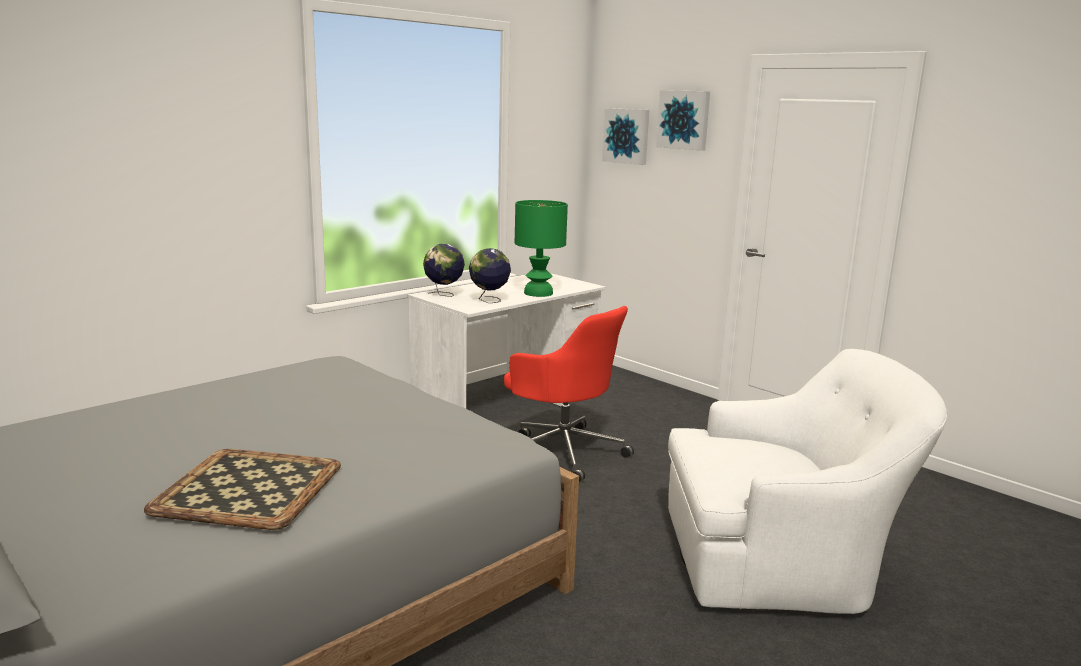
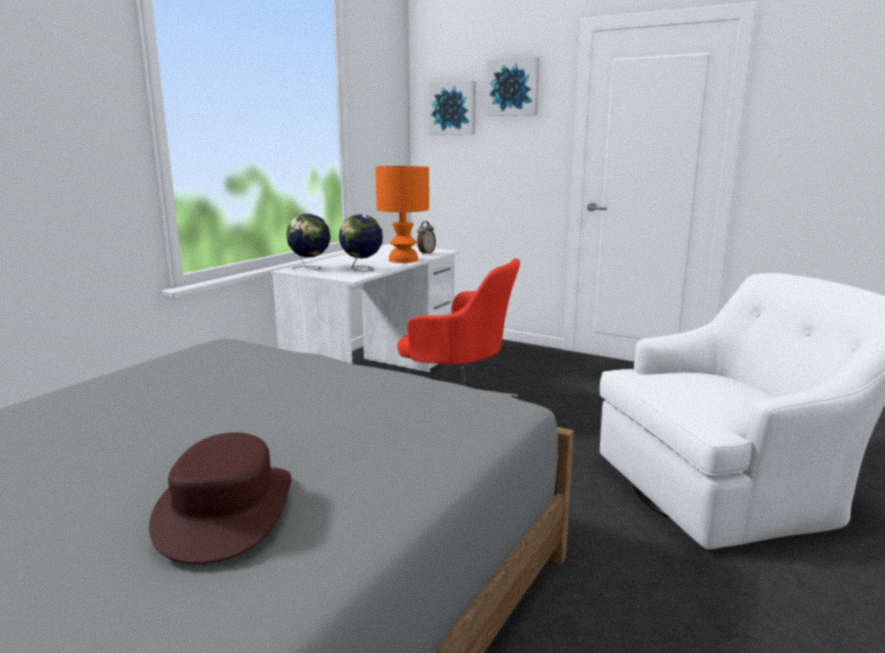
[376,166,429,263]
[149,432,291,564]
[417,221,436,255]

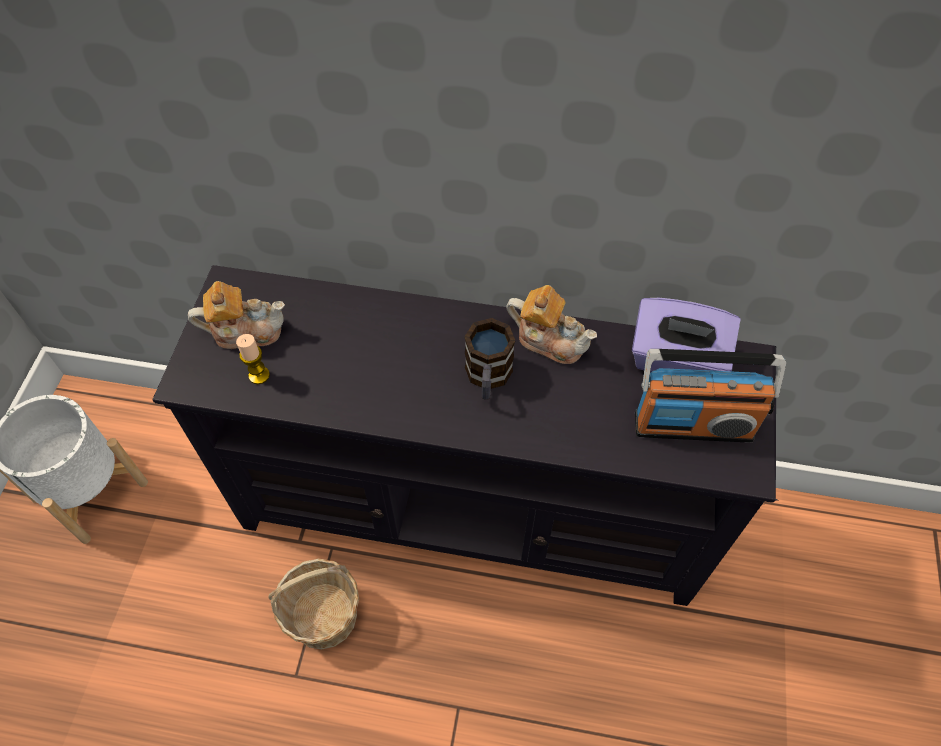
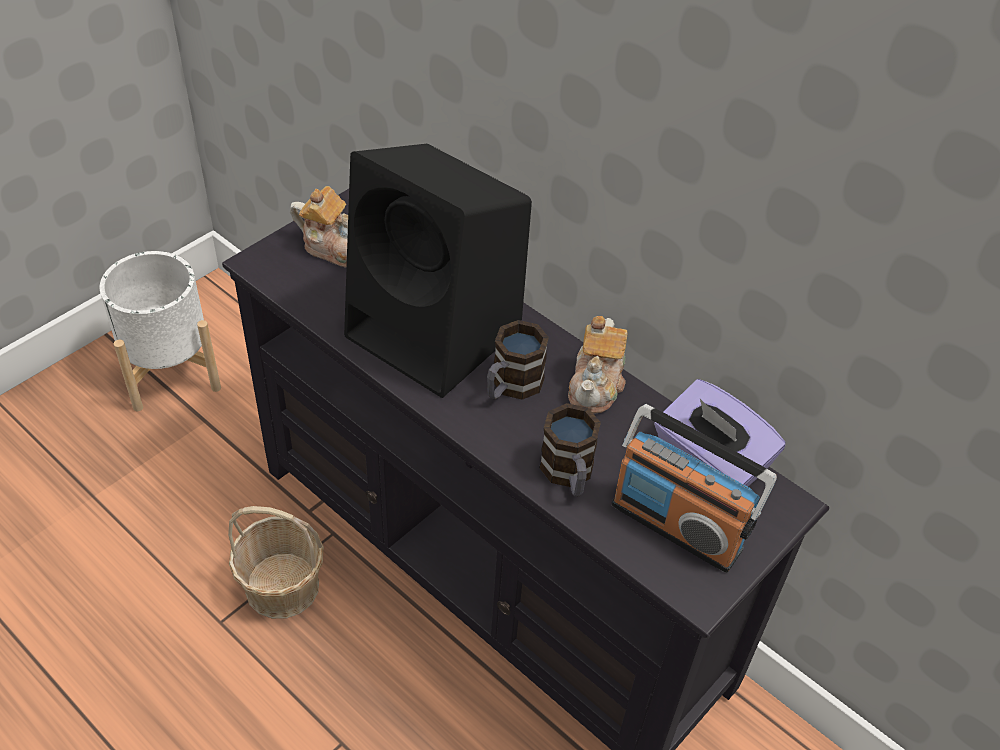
[568,316,627,414]
[236,334,270,384] (first image)
[344,144,532,398]
[539,403,601,497]

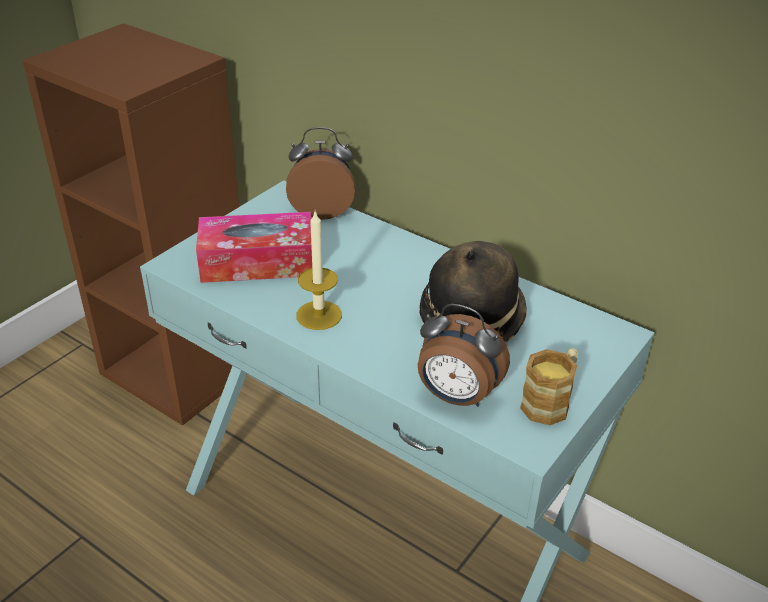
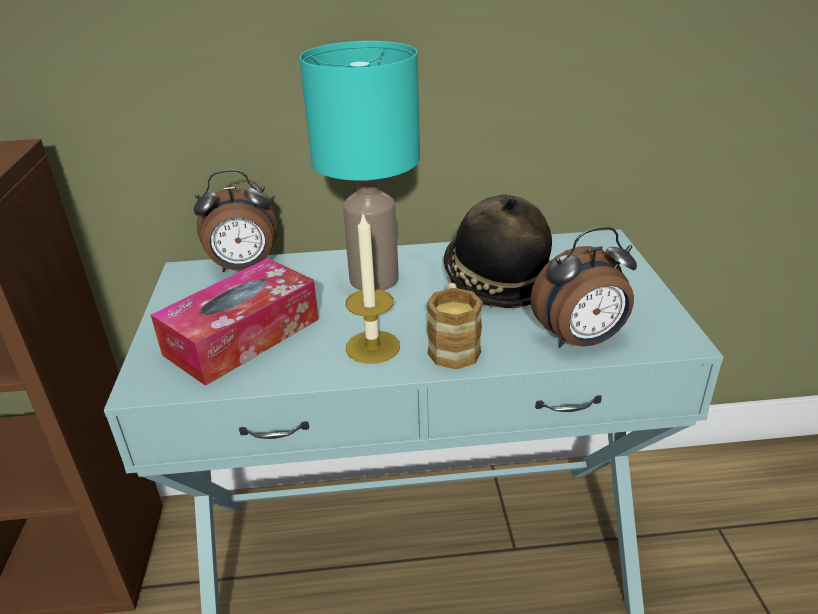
[194,170,278,272]
[426,283,483,369]
[300,41,420,290]

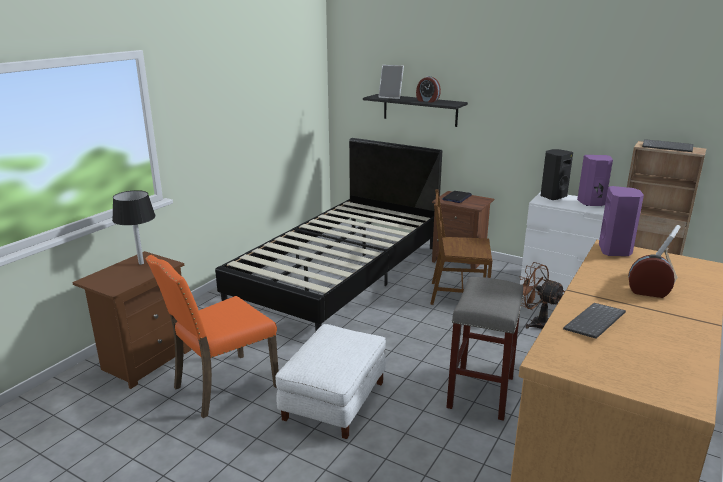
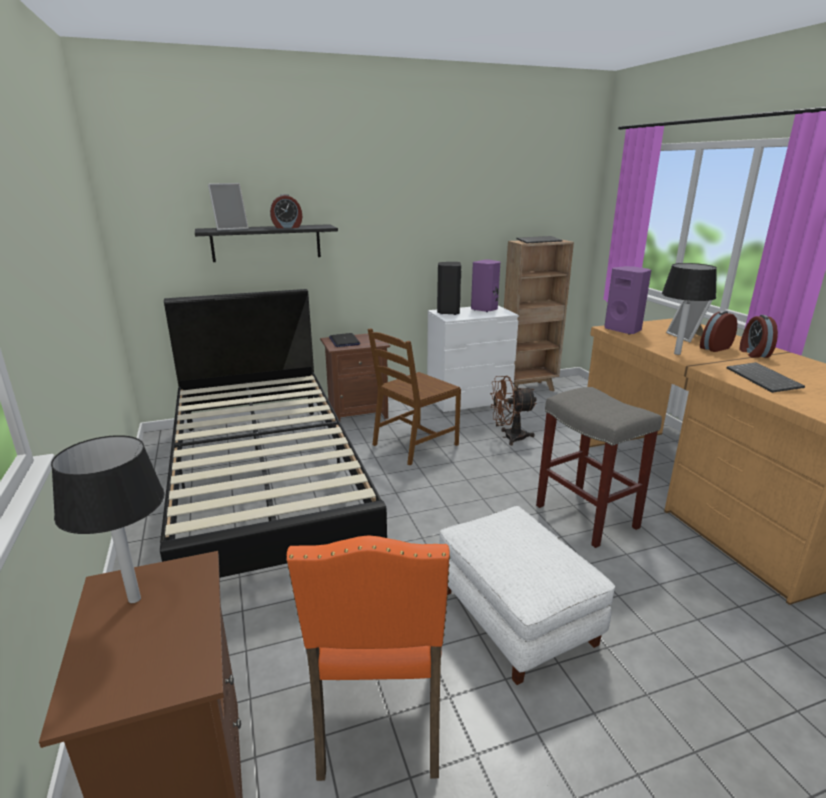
[662,263,717,355]
[739,315,778,358]

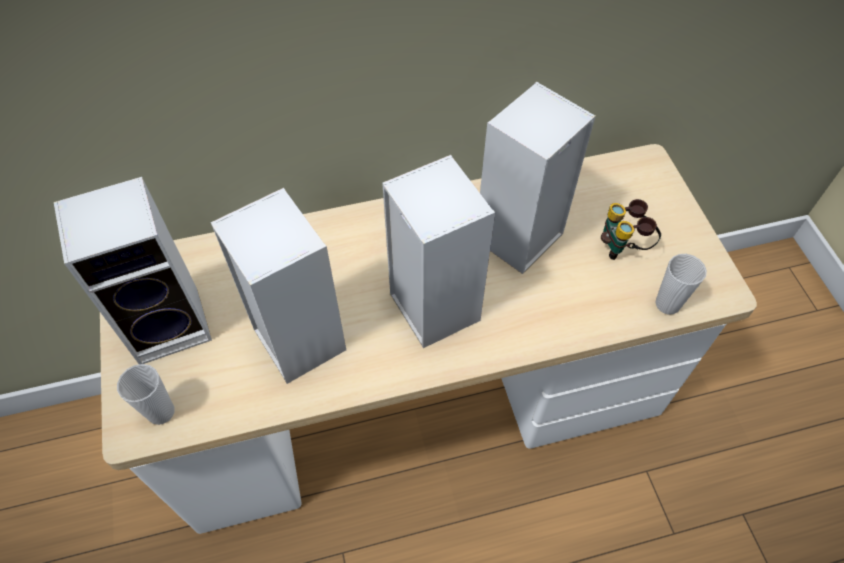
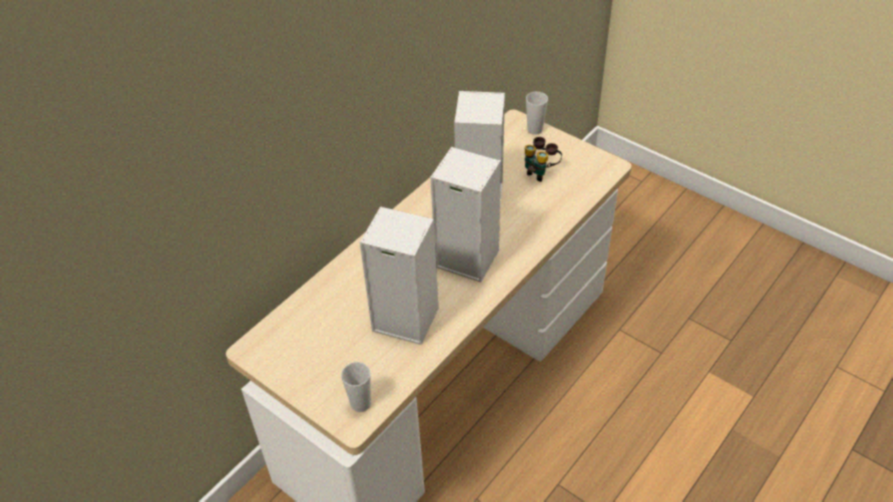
[54,177,212,364] (first image)
[526,92,548,135]

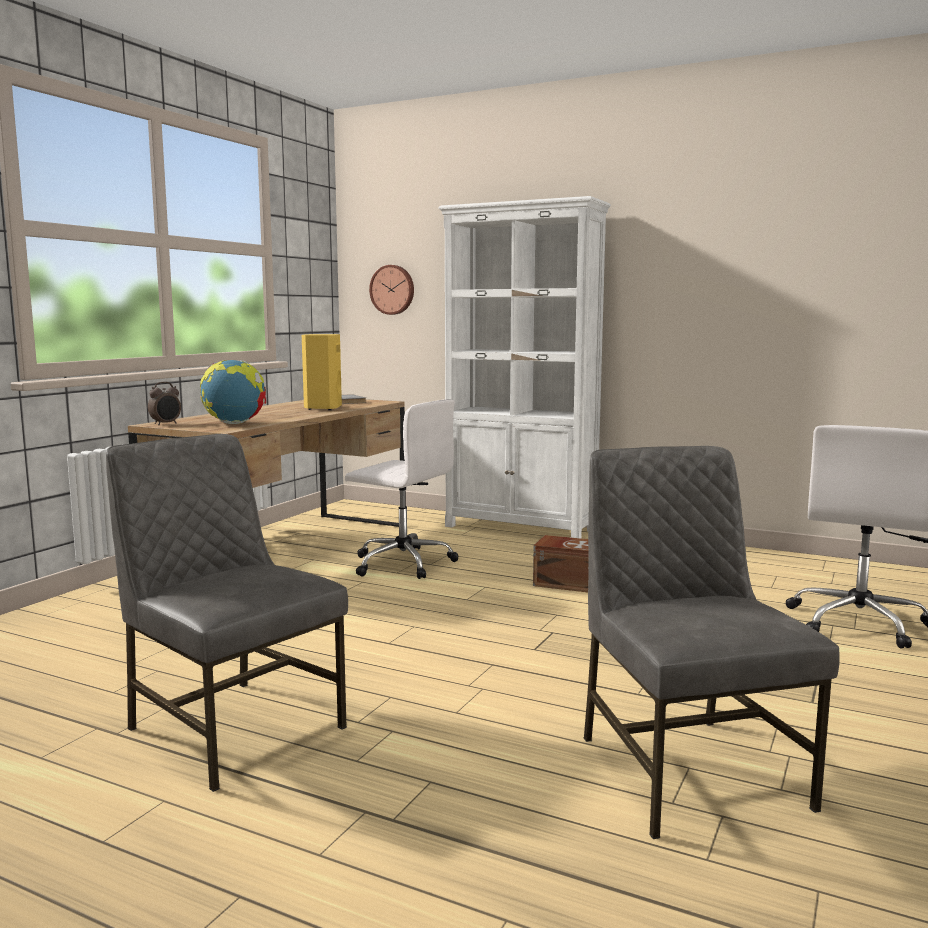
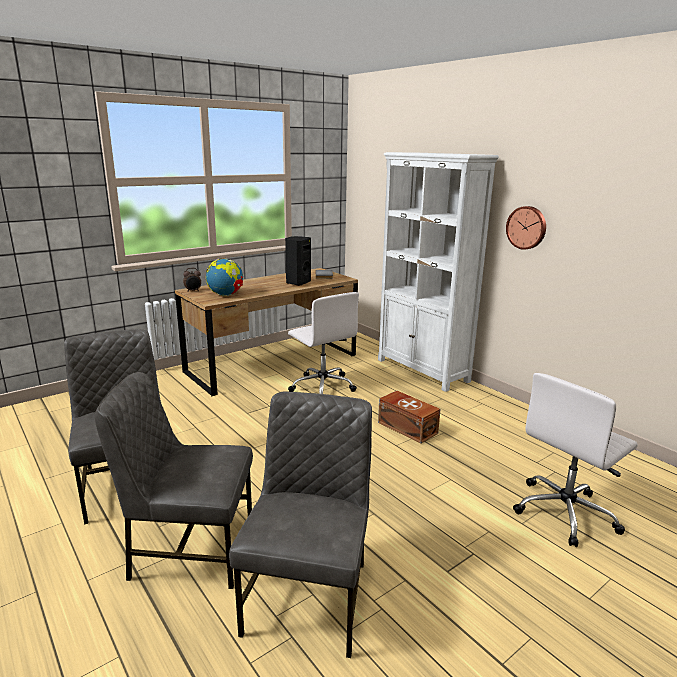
[506,206,546,250]
[285,236,311,286]
[95,372,253,589]

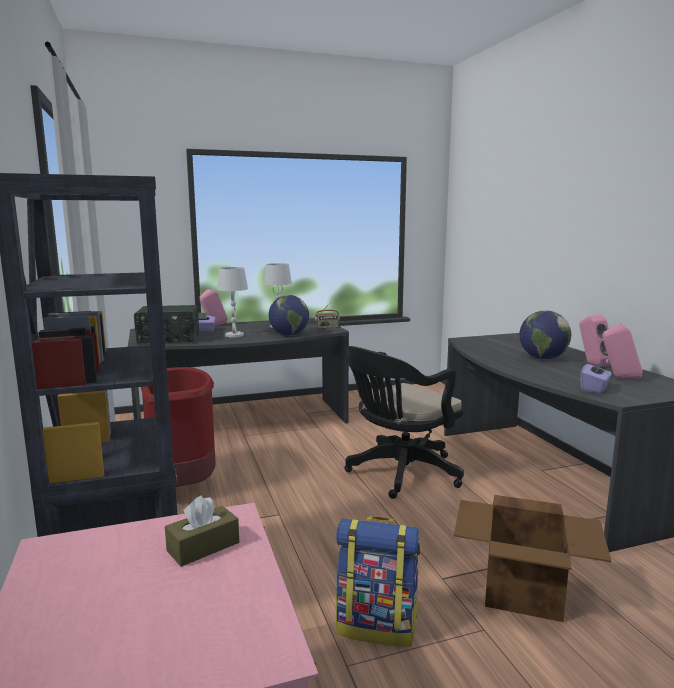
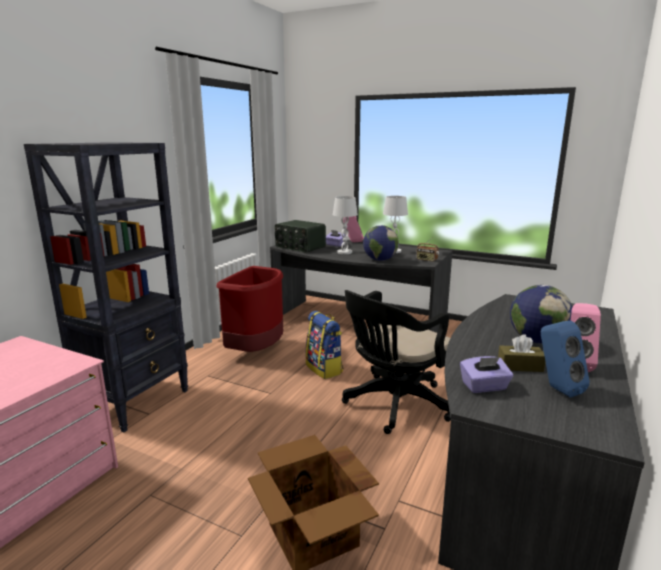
[541,321,590,398]
[342,290,451,434]
[498,334,546,372]
[306,311,343,379]

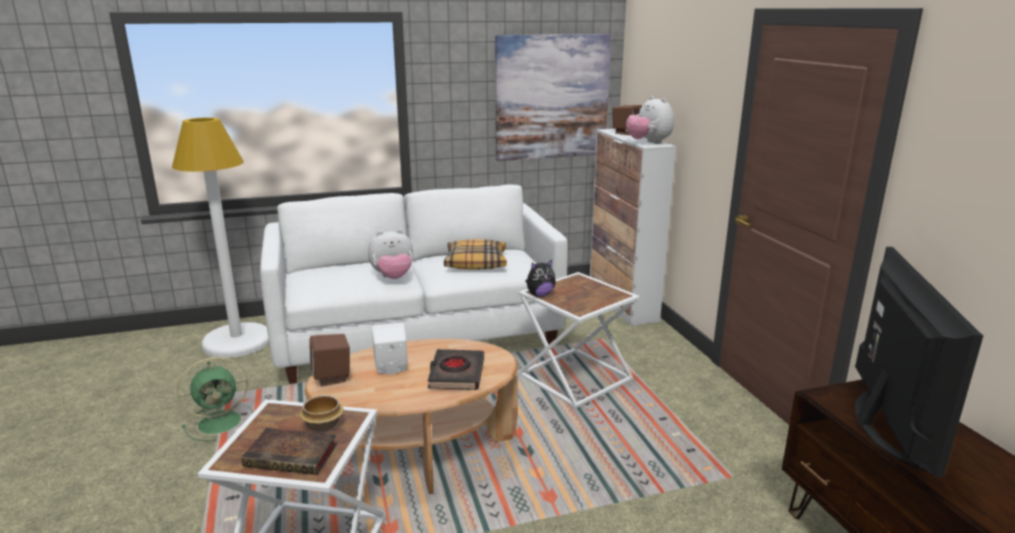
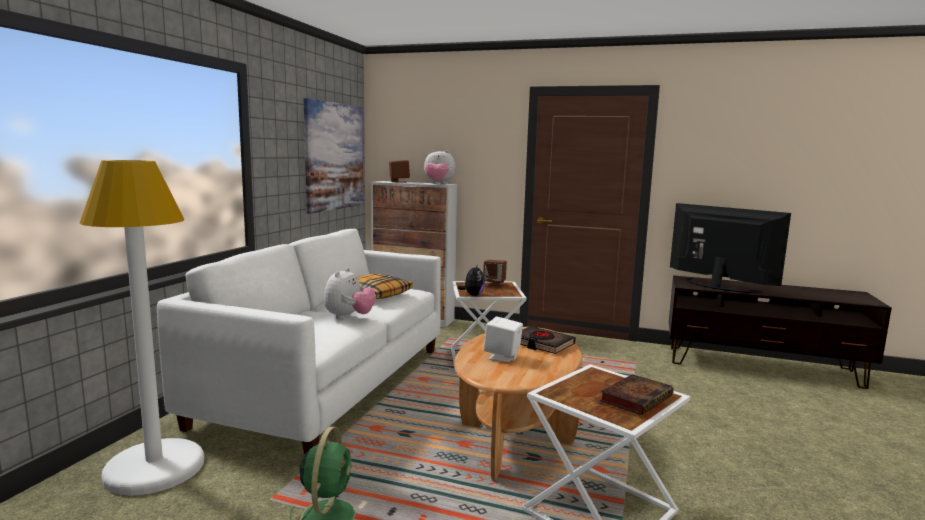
[483,260,507,288]
[299,395,343,432] (first image)

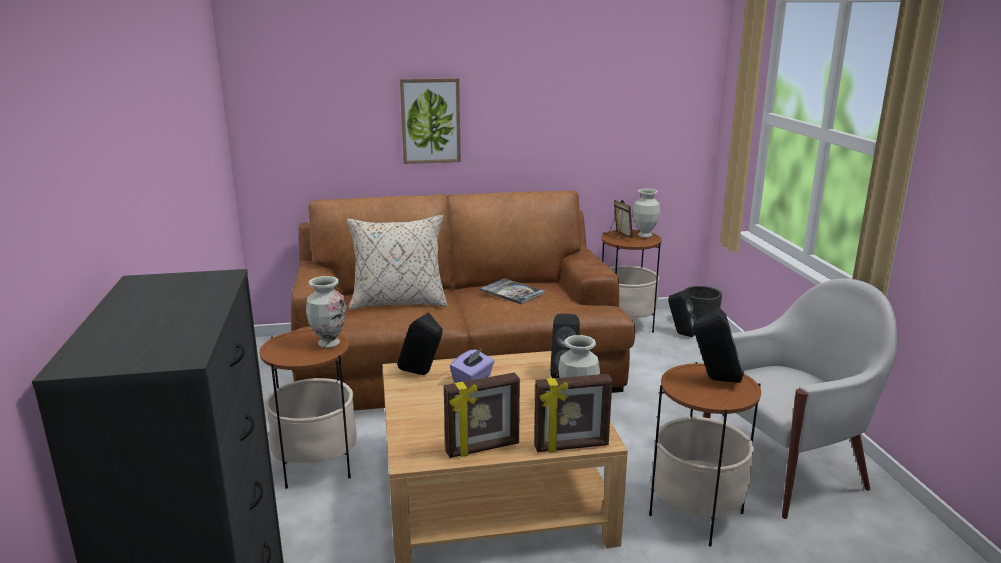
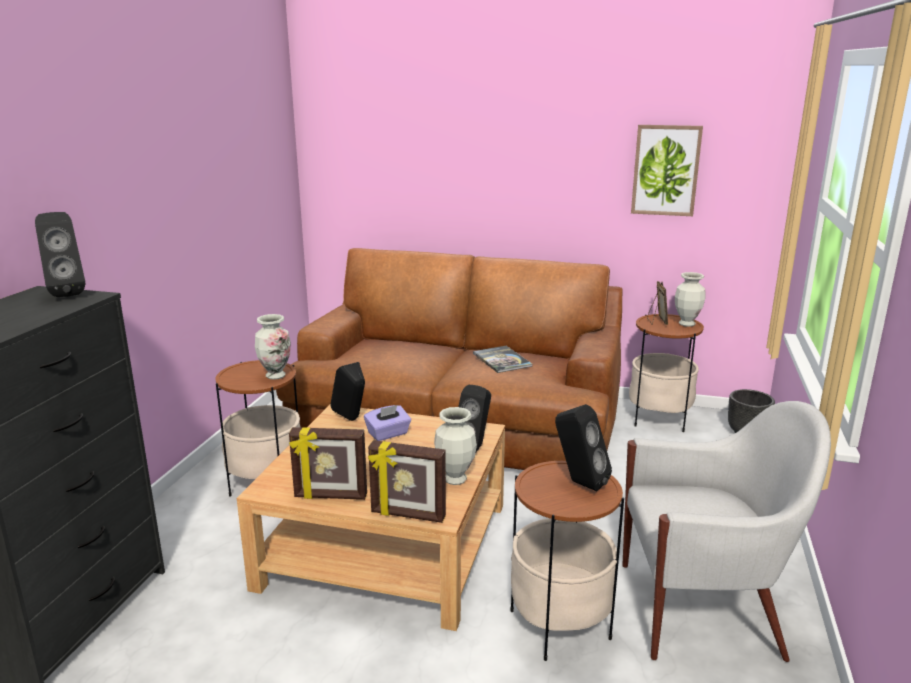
[631,125,703,216]
[347,215,447,310] (first image)
[35,212,85,297]

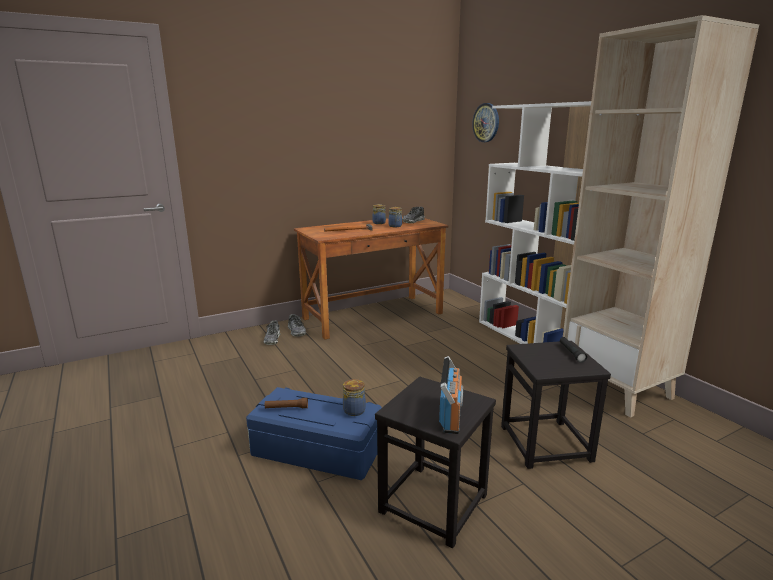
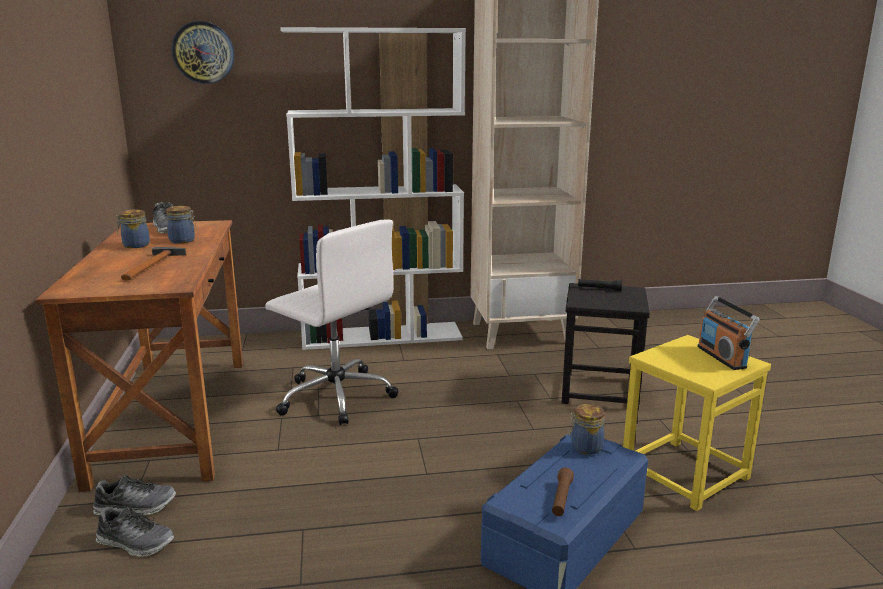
[698,296,760,370]
[623,335,771,511]
[265,219,399,425]

